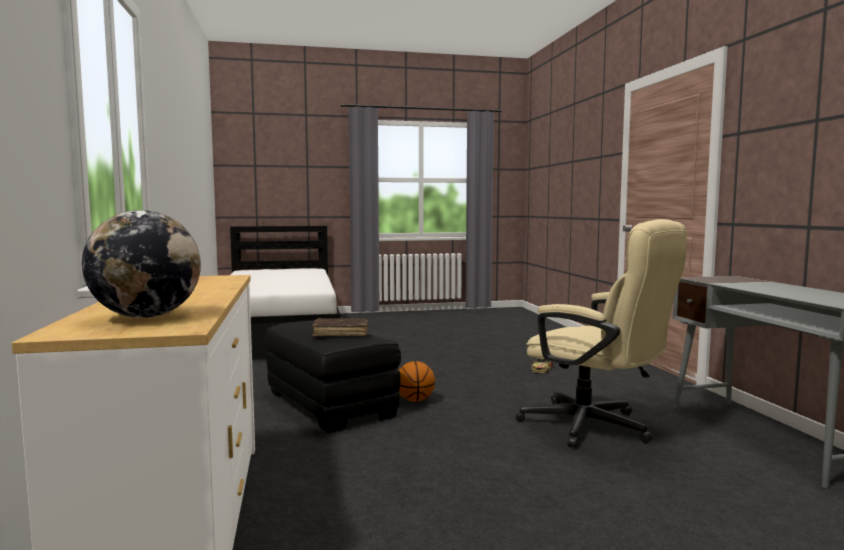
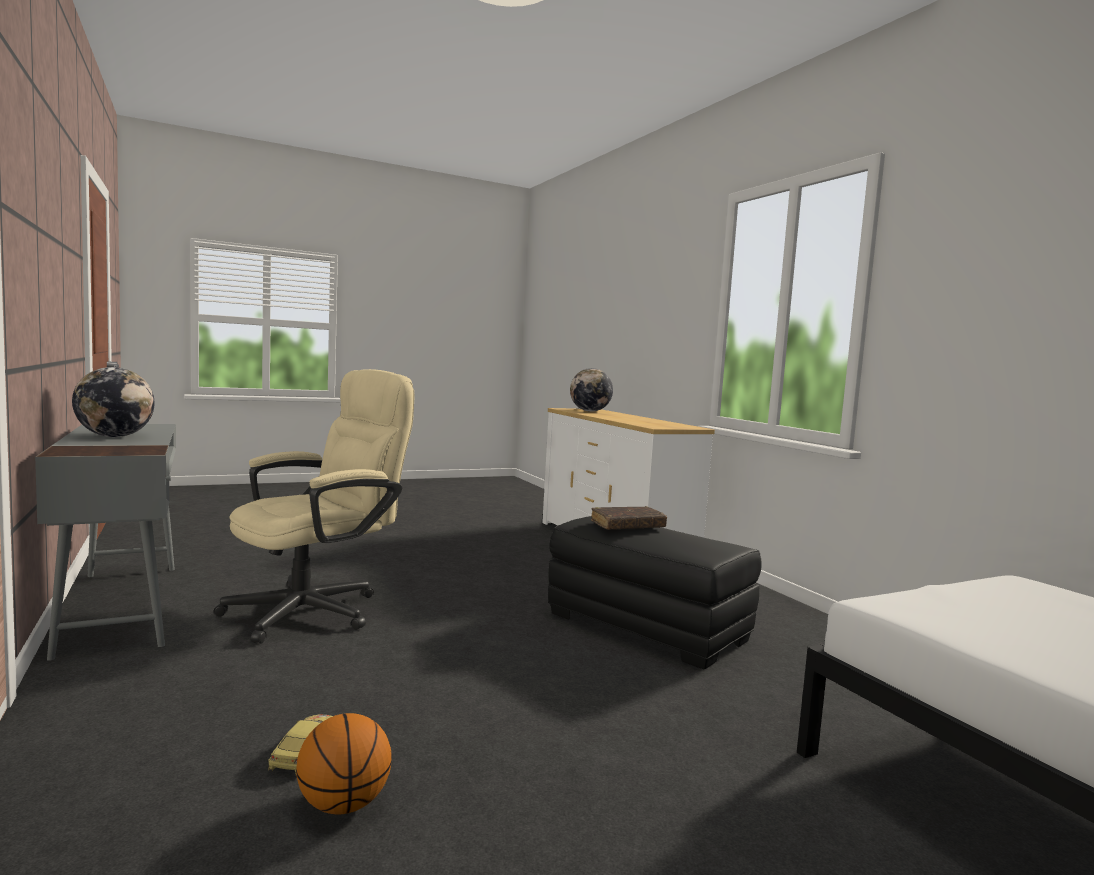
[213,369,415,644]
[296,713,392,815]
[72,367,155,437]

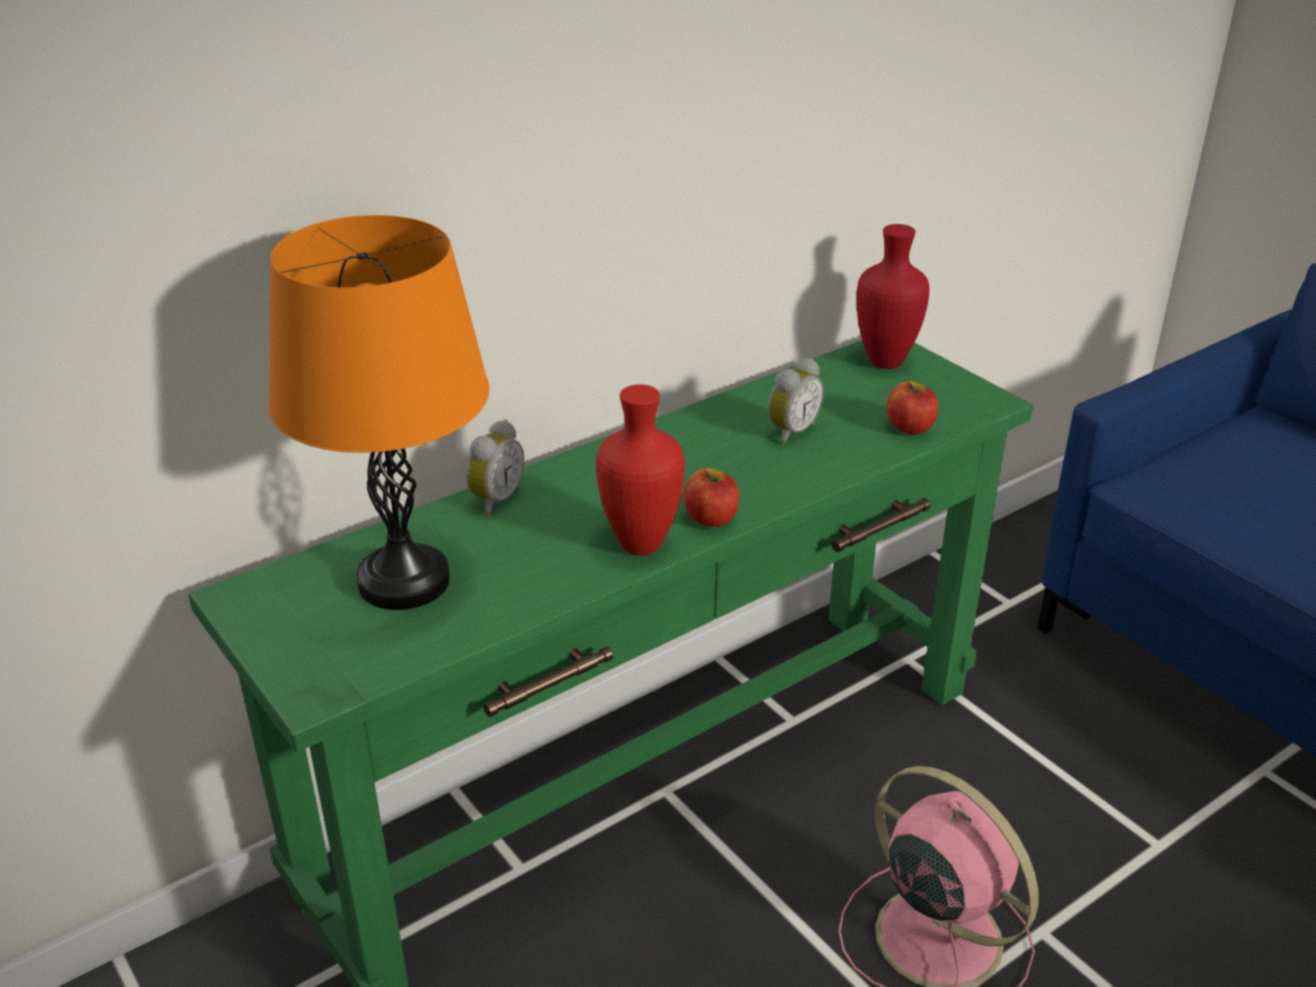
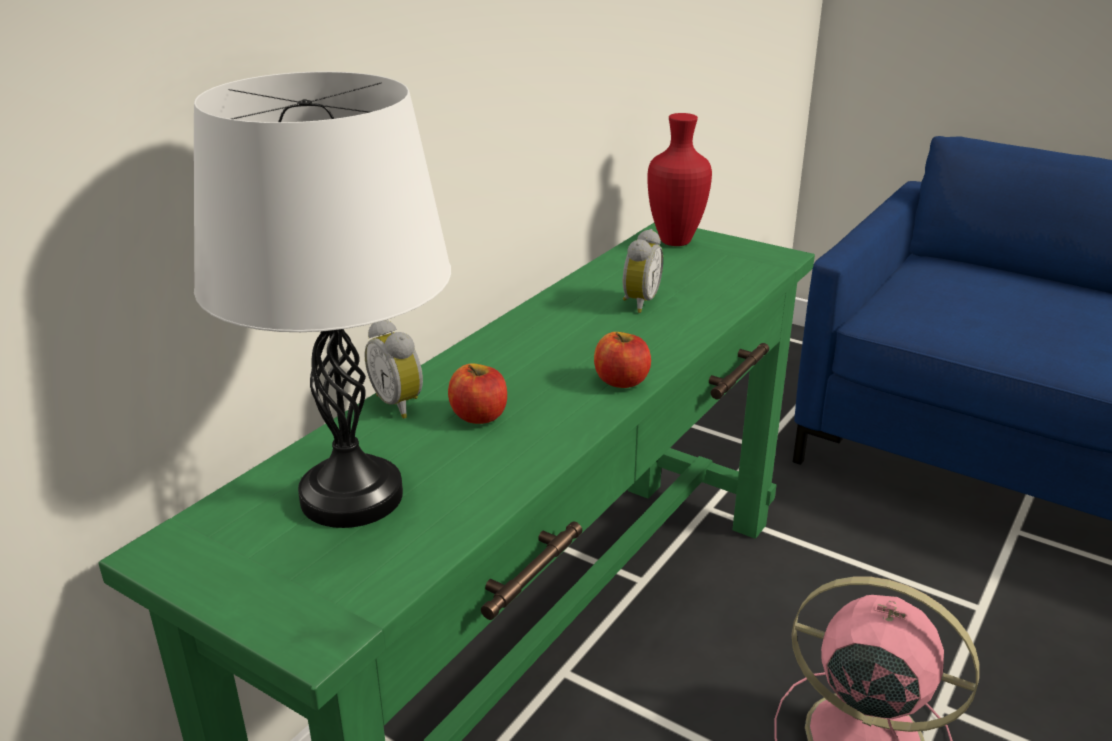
[194,71,451,528]
[448,363,507,424]
[596,384,685,555] (first image)
[364,320,423,419]

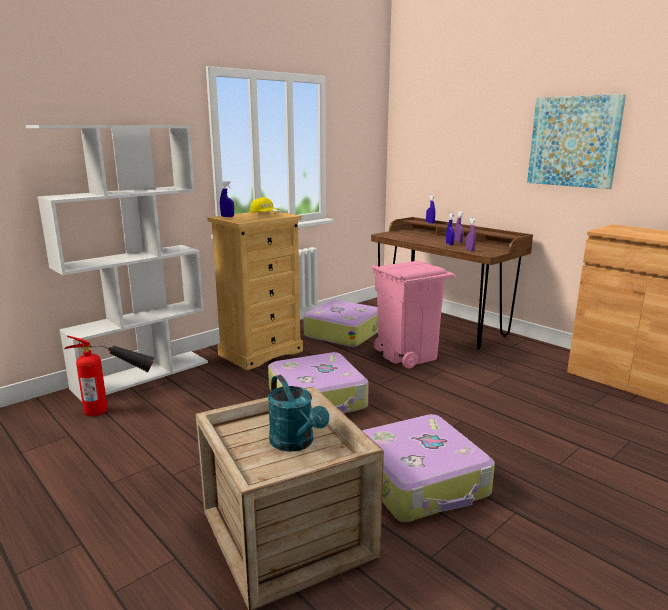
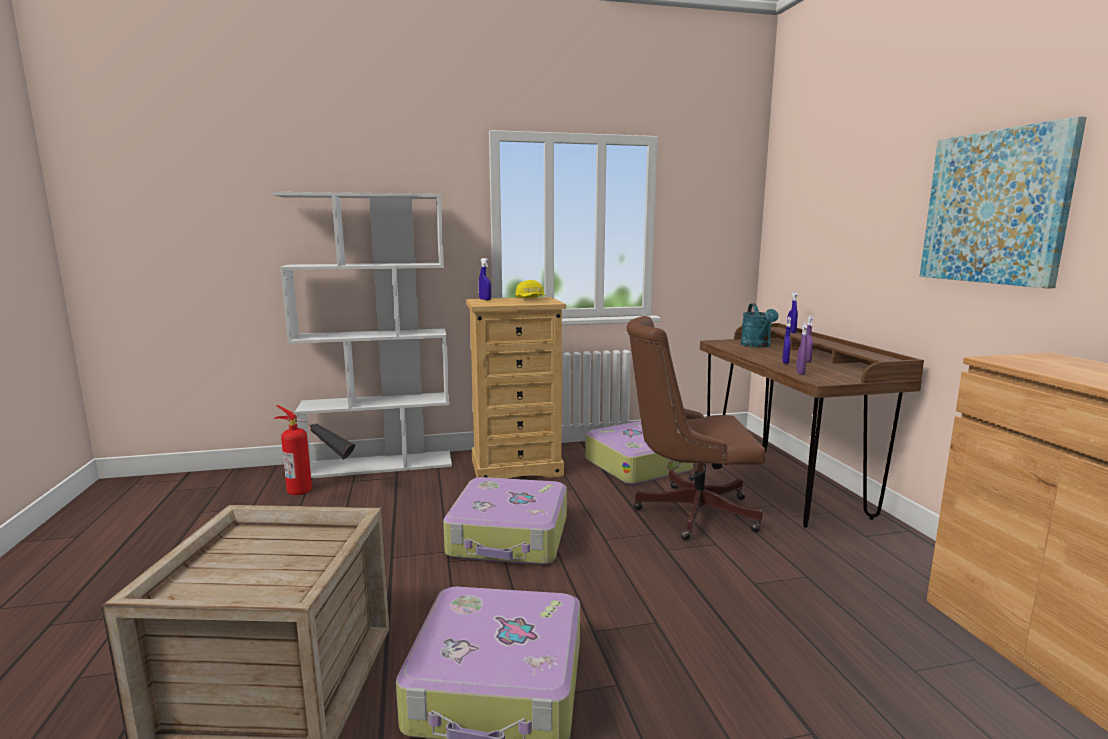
[626,316,765,540]
[741,304,779,348]

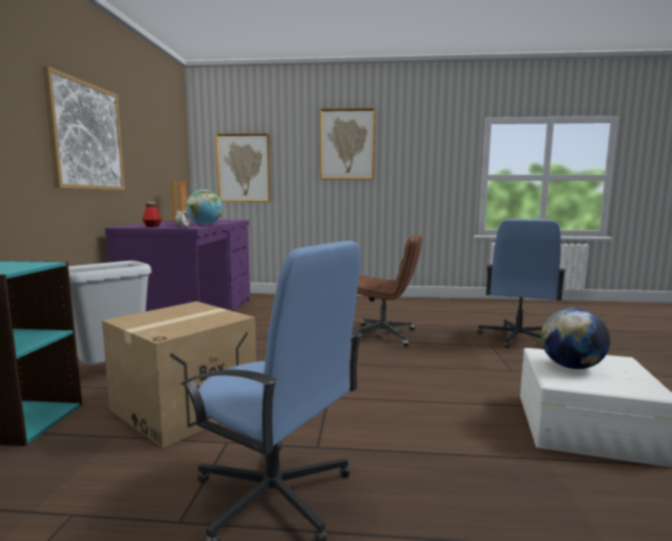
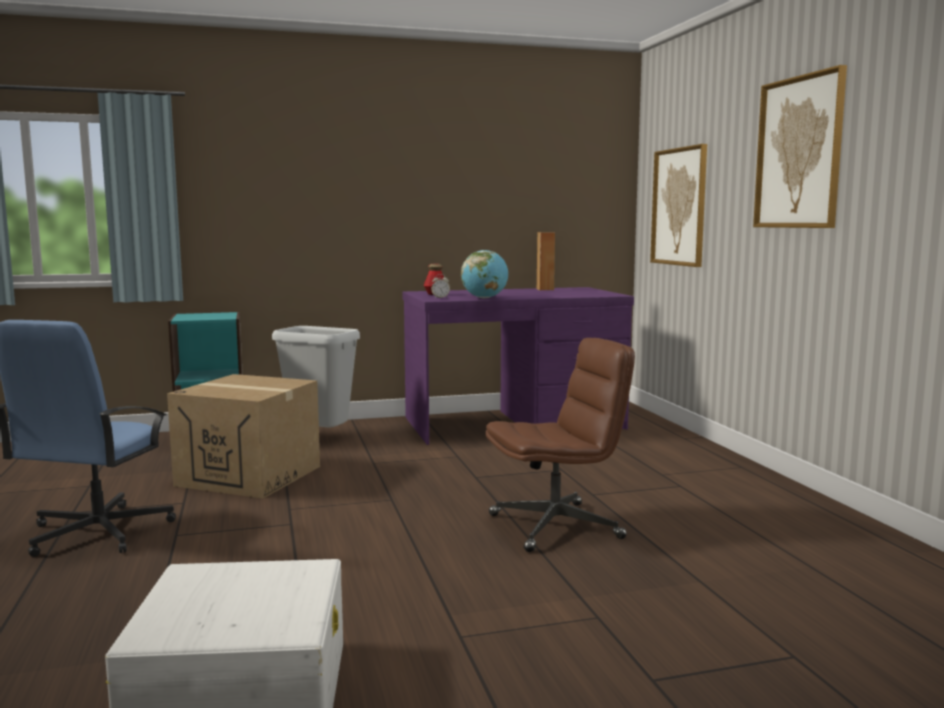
[42,66,125,190] (first image)
[477,219,566,348] (first image)
[486,338,635,552]
[541,308,610,369] (first image)

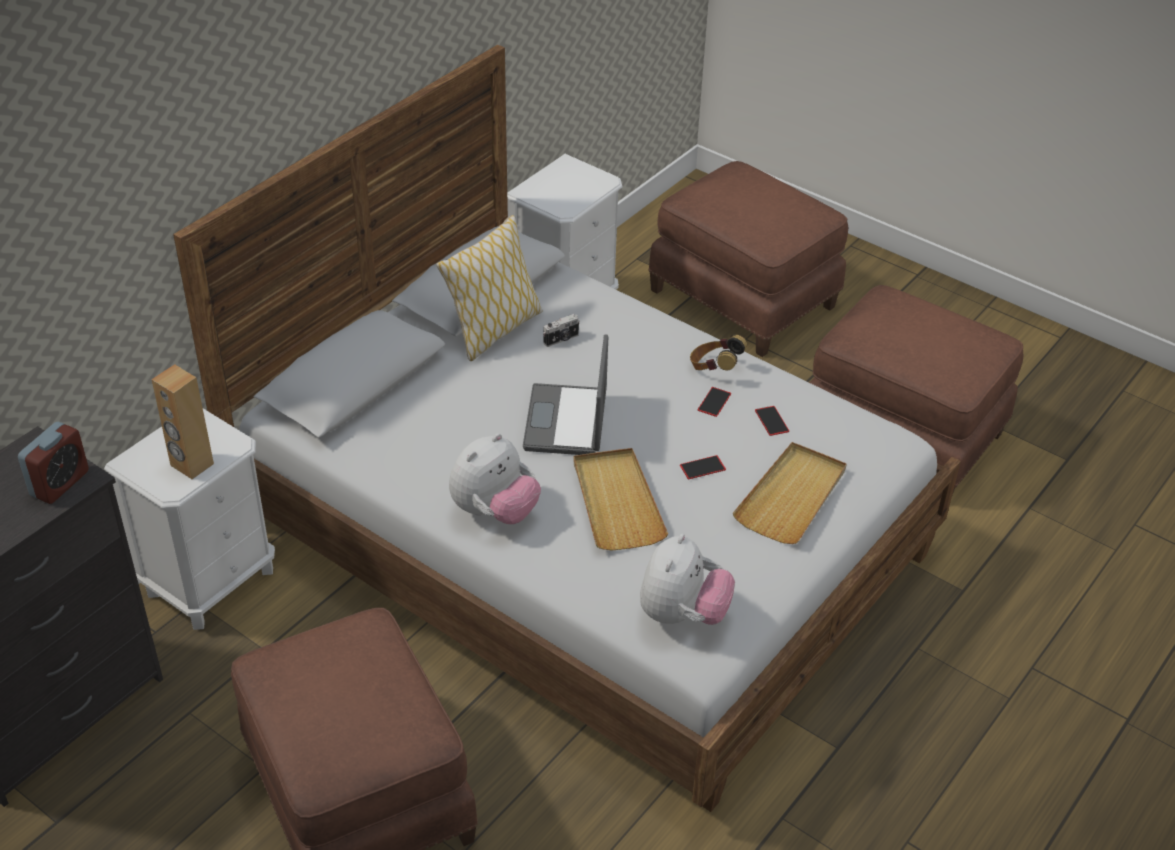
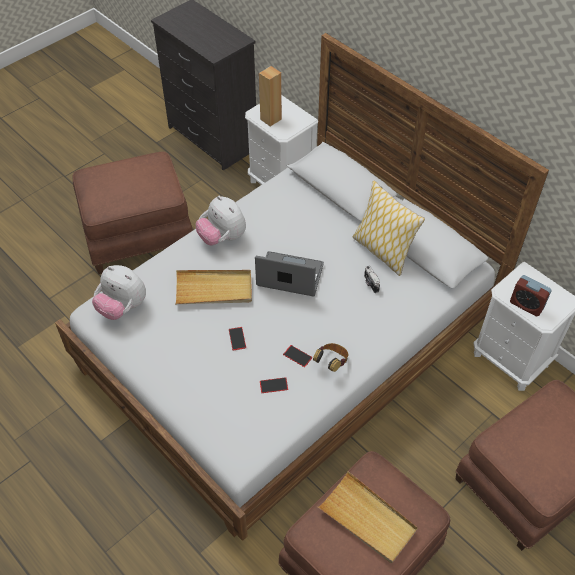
[510,275,552,317]
[318,471,418,563]

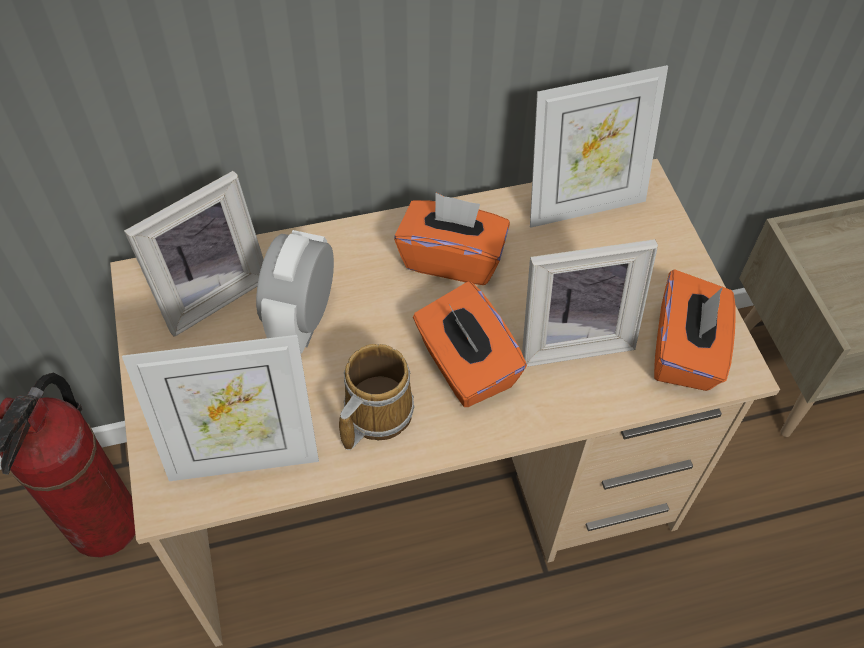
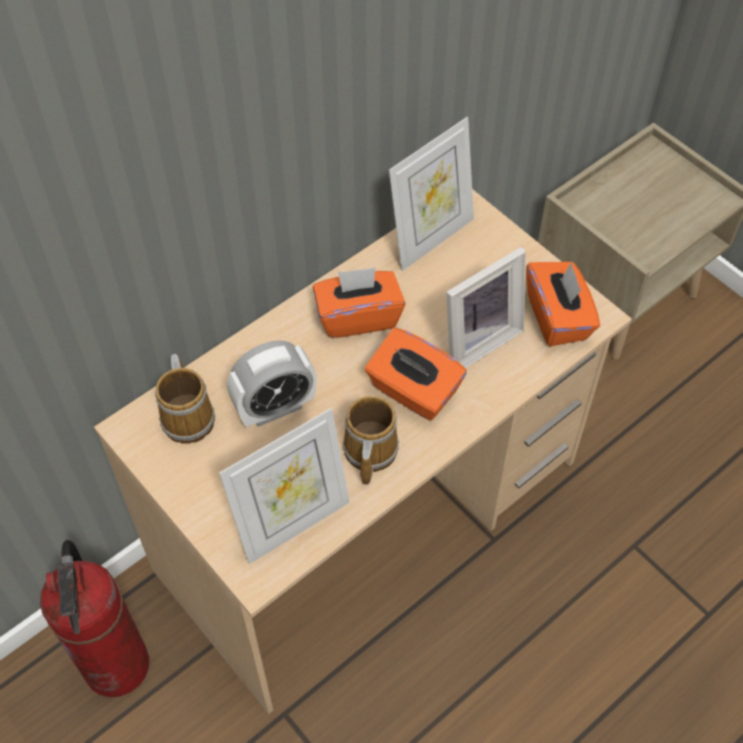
[155,354,215,444]
[227,341,317,427]

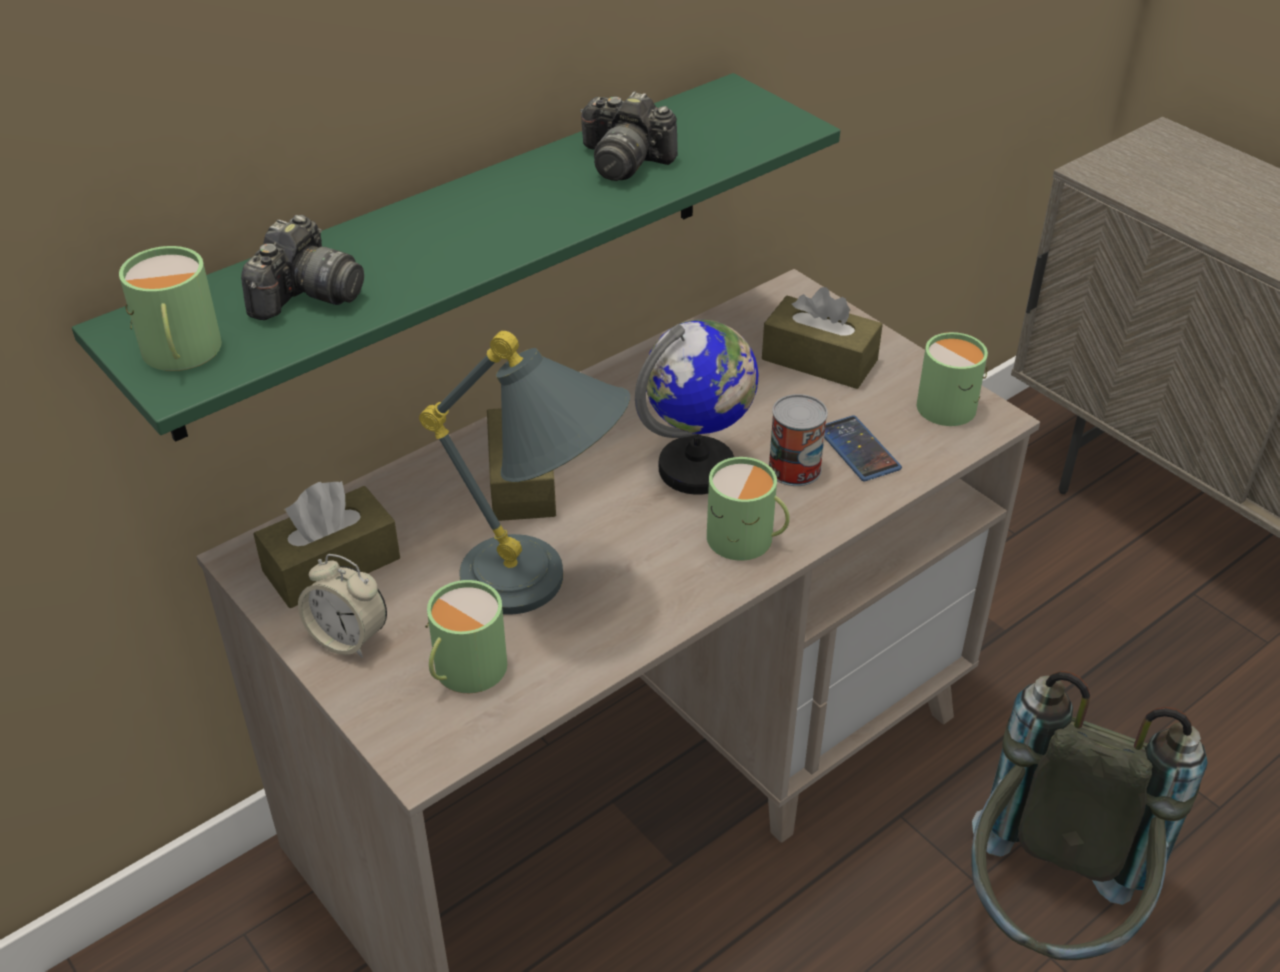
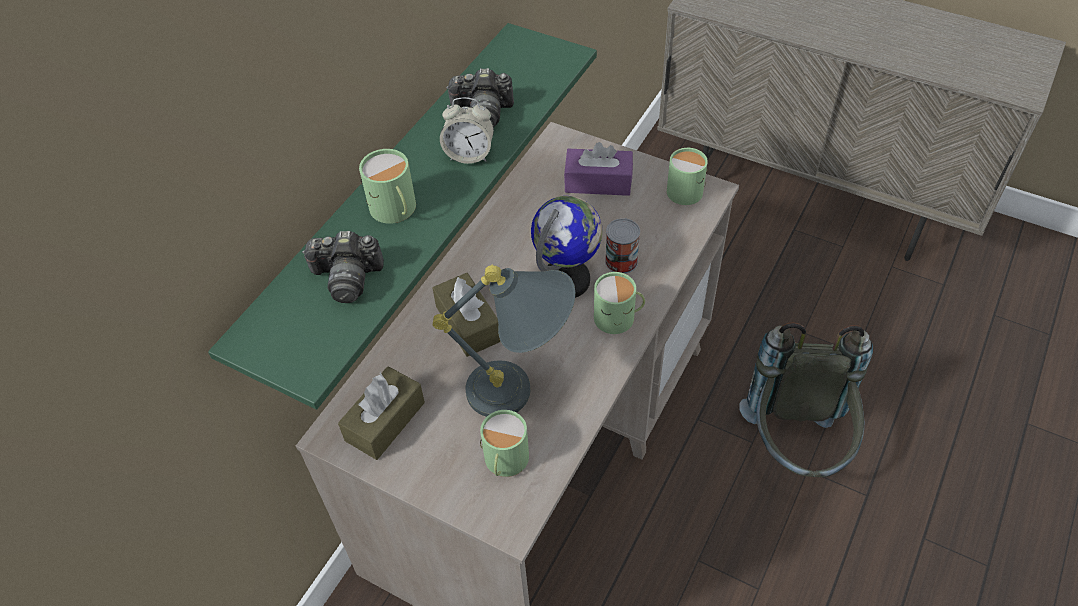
[302,231,384,303]
[359,149,416,224]
[564,142,633,196]
[824,415,902,482] (first image)
[440,97,494,164]

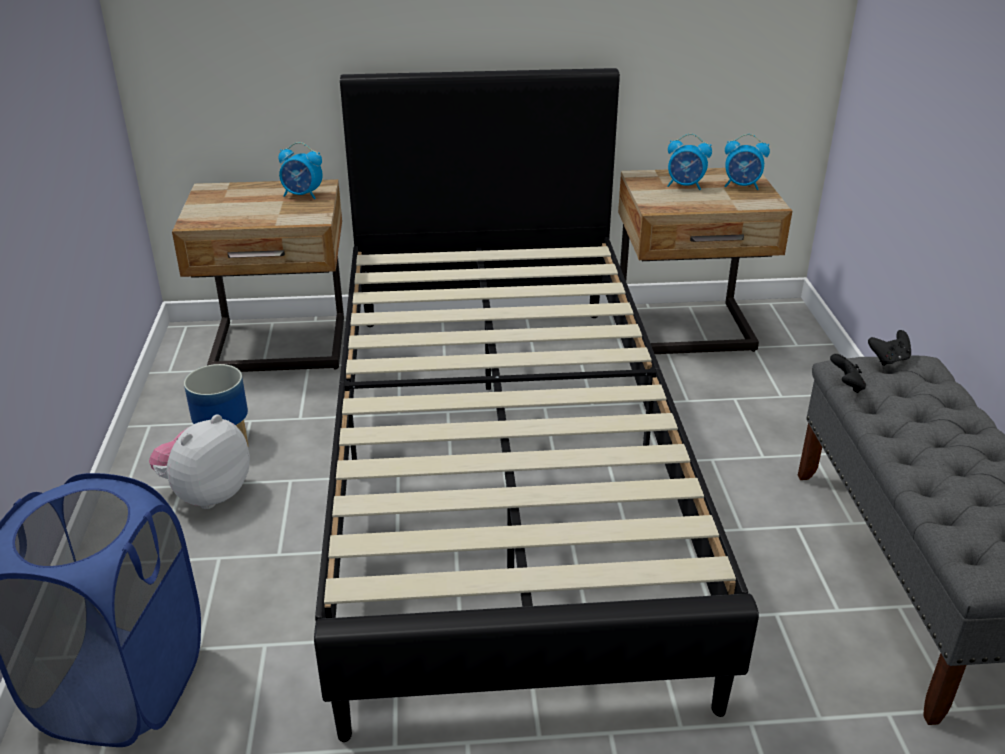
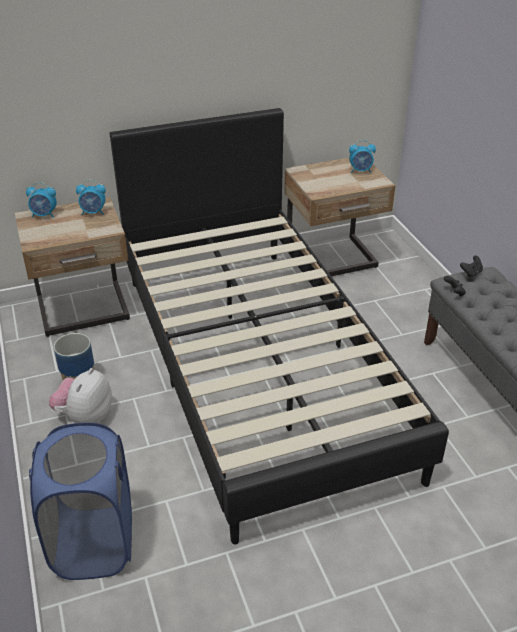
[26,182,57,218]

